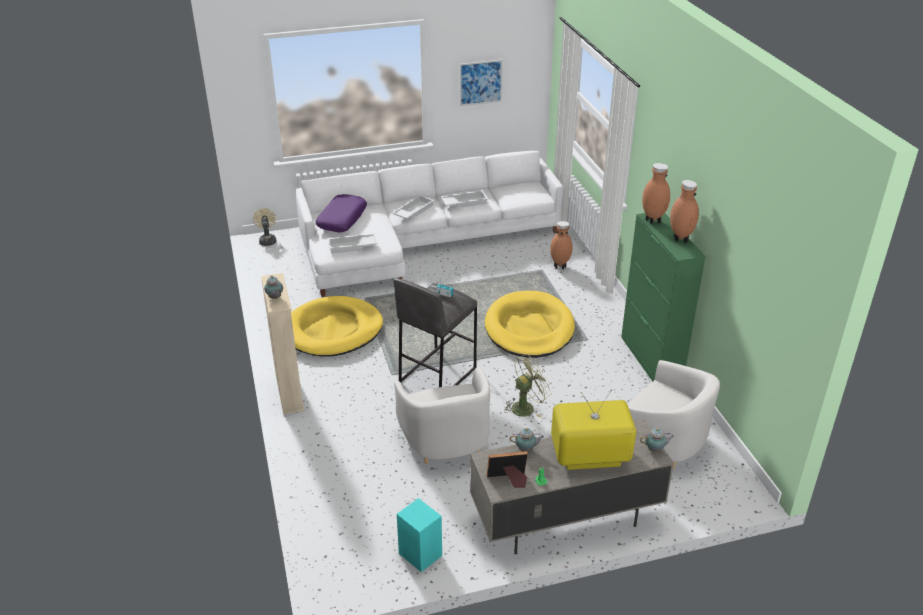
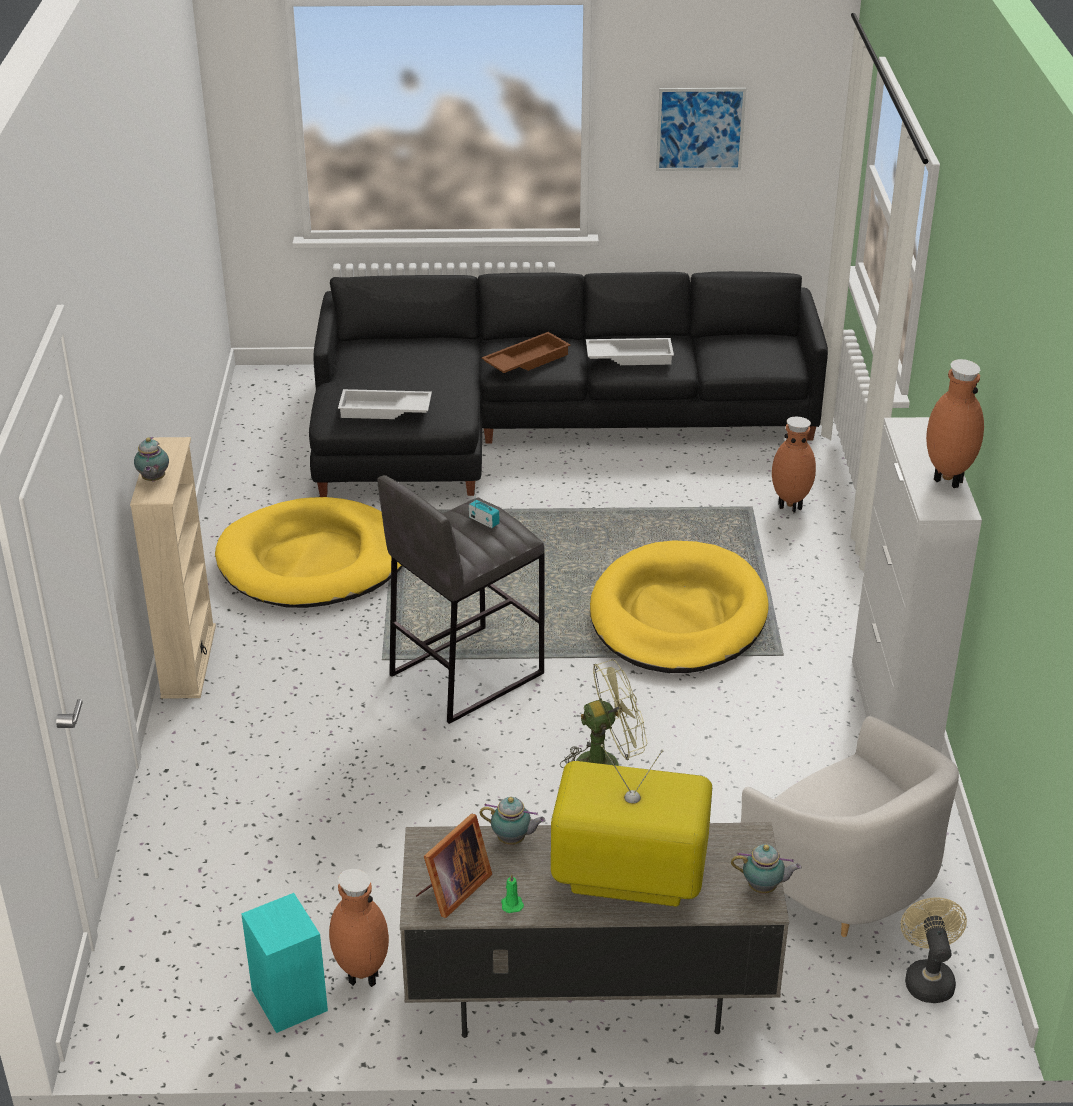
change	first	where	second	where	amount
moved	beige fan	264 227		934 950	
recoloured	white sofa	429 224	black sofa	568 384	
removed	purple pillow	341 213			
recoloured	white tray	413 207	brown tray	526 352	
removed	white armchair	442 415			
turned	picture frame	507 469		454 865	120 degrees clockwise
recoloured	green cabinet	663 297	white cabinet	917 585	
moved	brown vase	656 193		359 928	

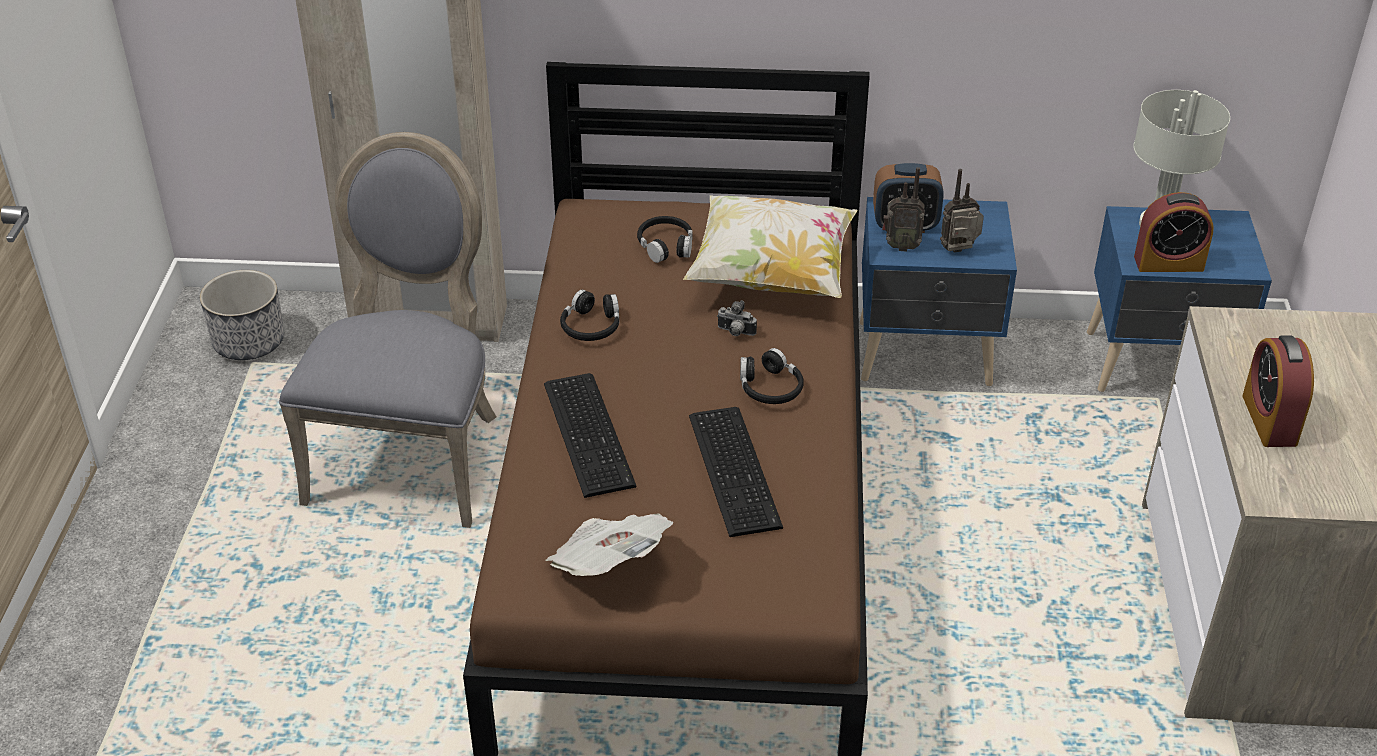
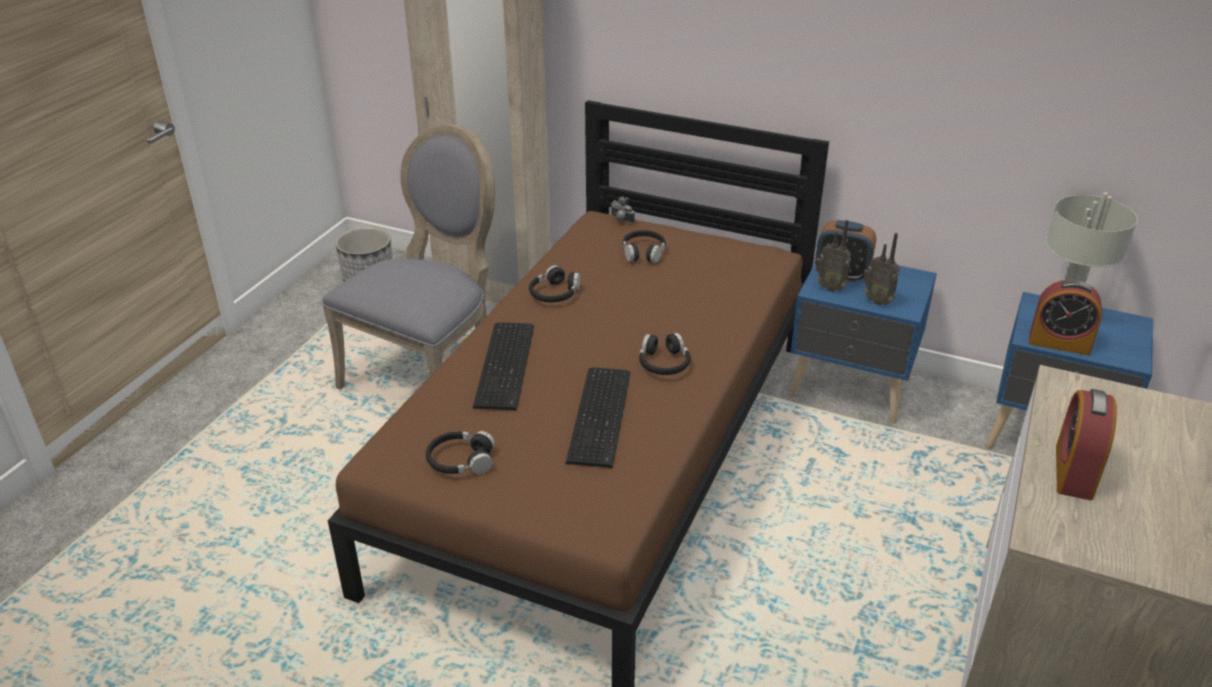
change	first	where	second	where	amount
replaced	newspaper	609 545	black headphones	460 452	
removed	pillow	770 246			
moved	photo camera	737 318		623 209	
turned	radio	962 210		881 269	150 degrees counterclockwise

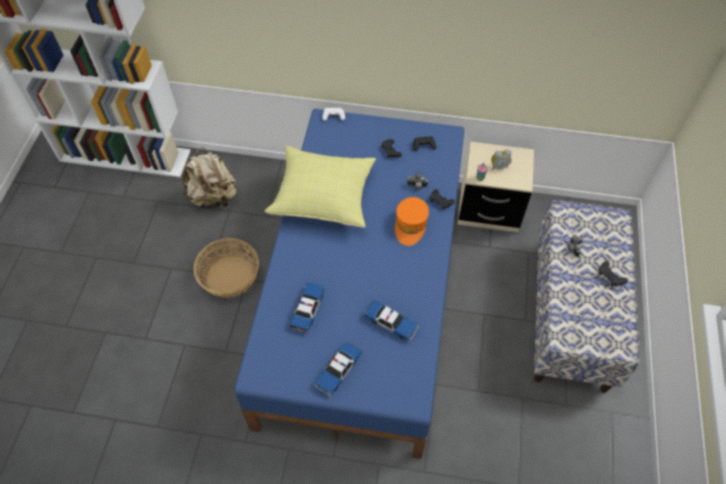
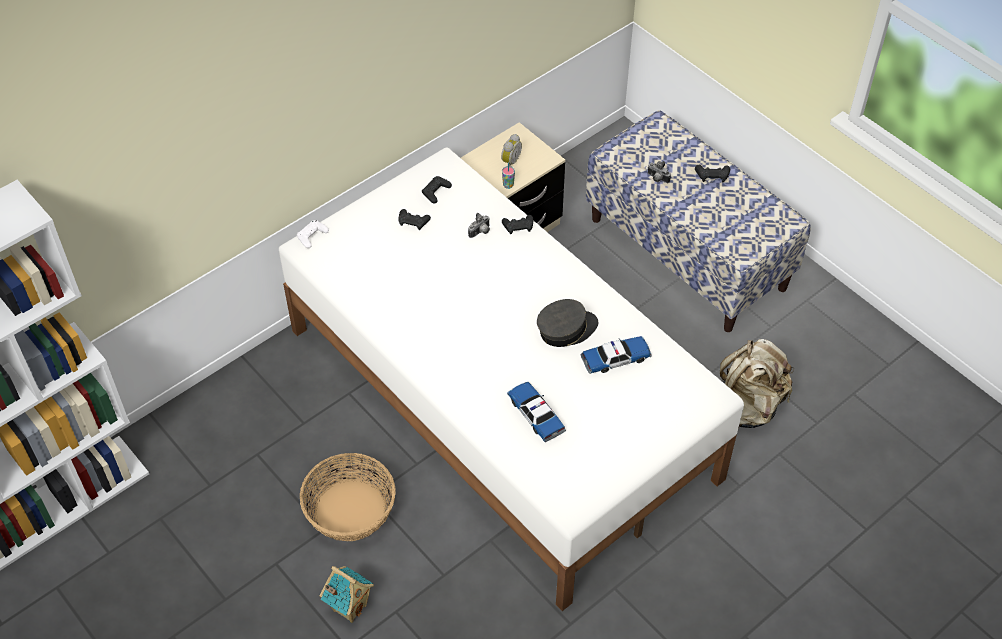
change	first	where	second	where	amount
moved	beige backpack	209 177		757 384	
recoloured	blue bed	349 284	white bed	511 379	
removed	yellow pillow	320 187			
removed	toy car	338 368			
removed	orange cap	412 221			
added			toy house	346 594	
added			grey cap	567 323	

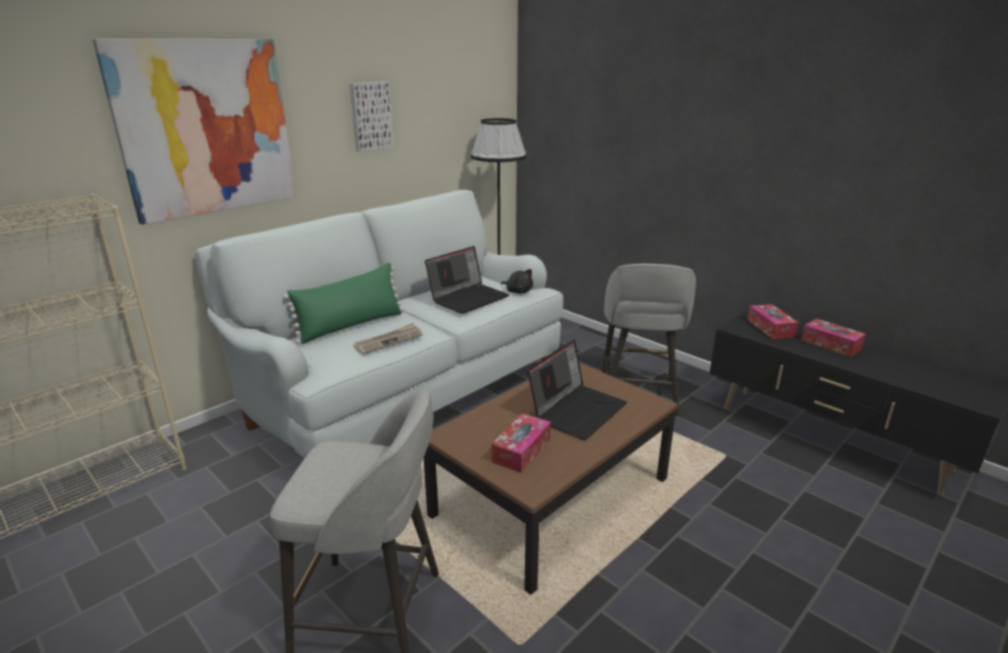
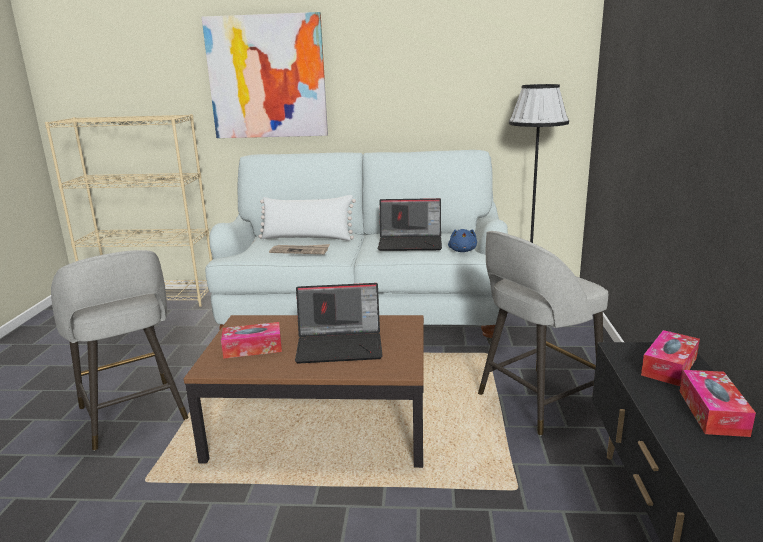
change	first	where	second	where	amount
recoloured	green pillow	343 303	white pillow	307 218	
removed	picture	372 116			
recoloured	black plush toy	517 281	blue plush toy	462 240	

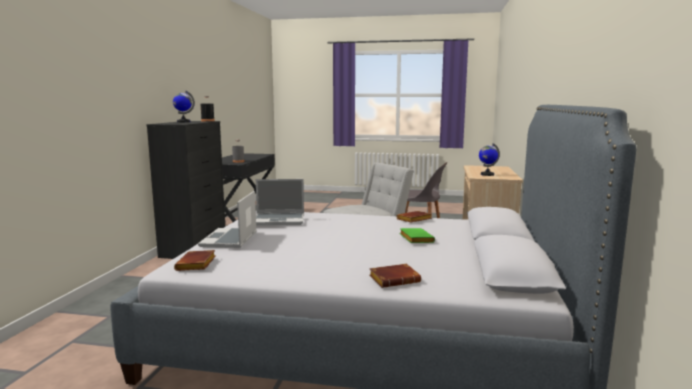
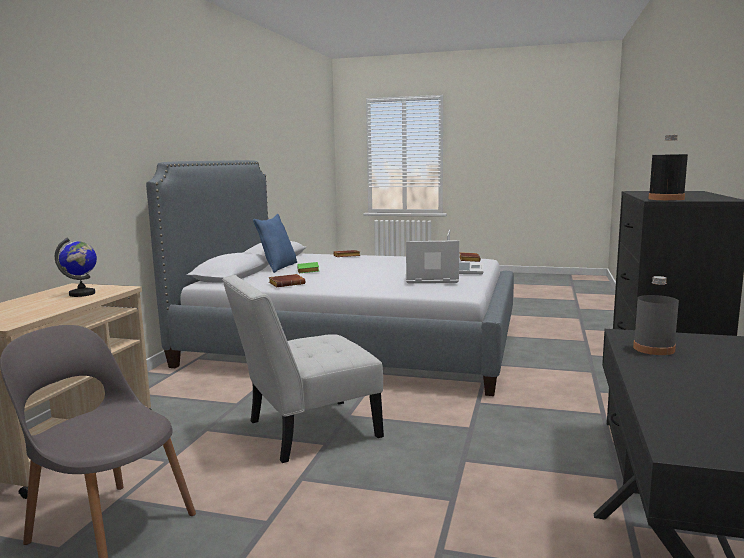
change	first	where	second	where	amount
removed	globe	184 106			
added			blue pillow	275 243	

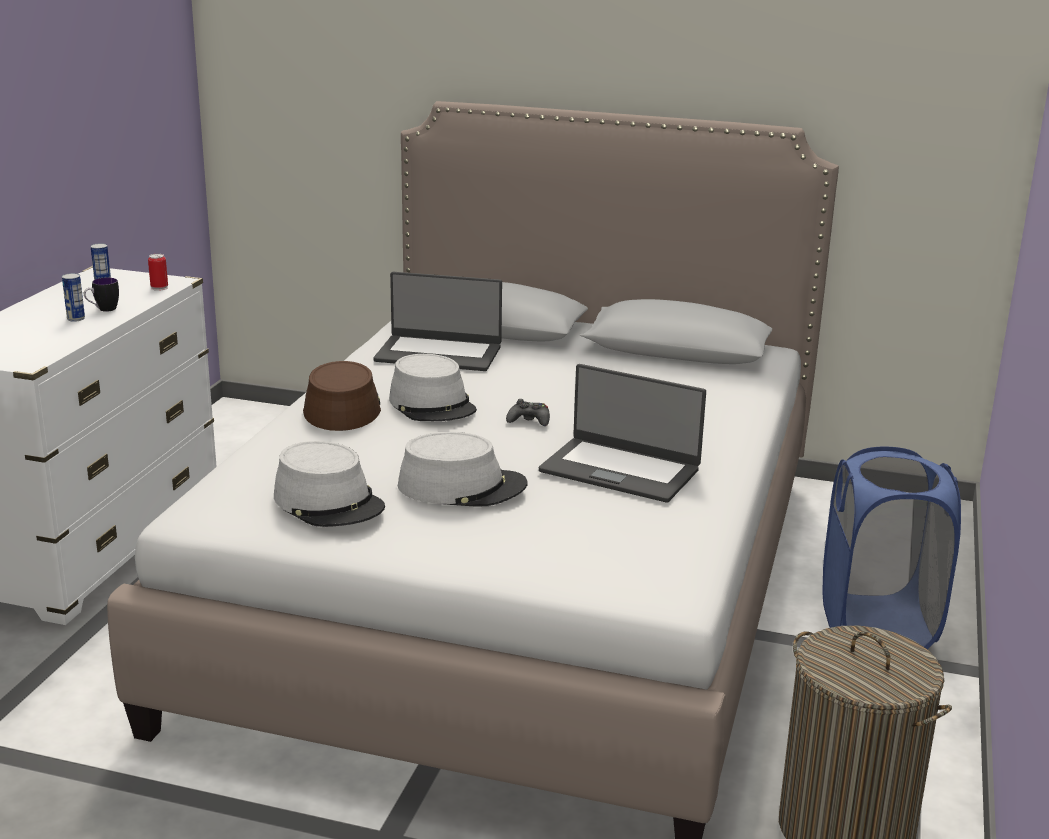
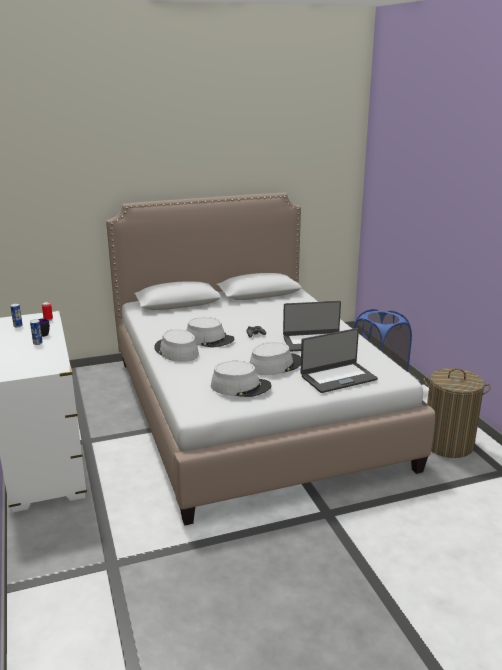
change	first	where	second	where	amount
recoloured	brown hat	342 396	grey hat	176 345	
moved	laptop	438 321		339 360	

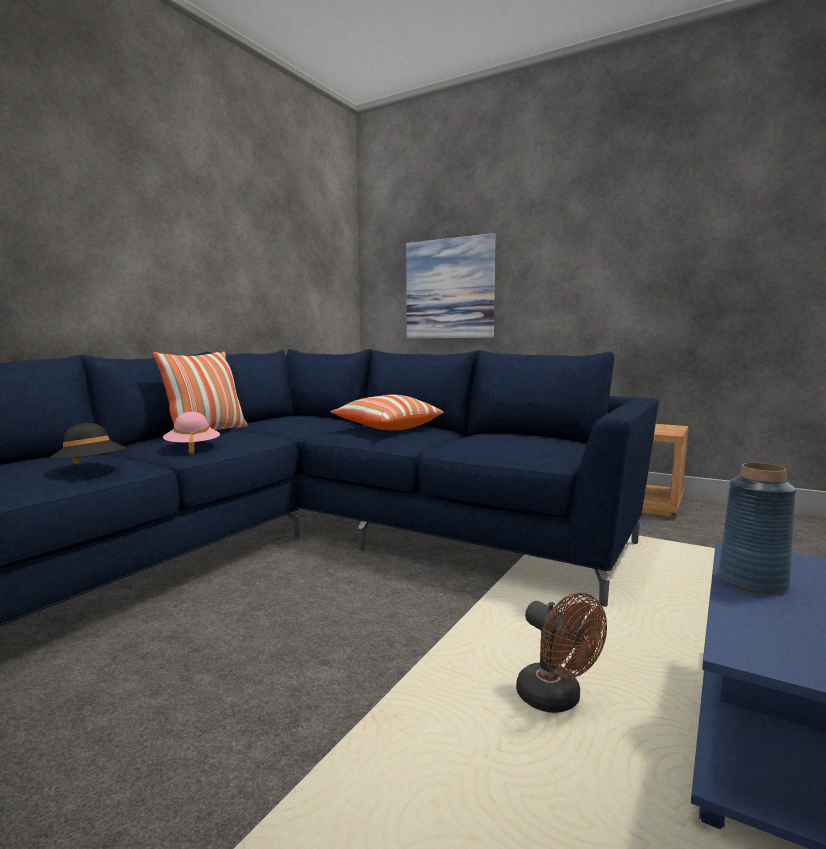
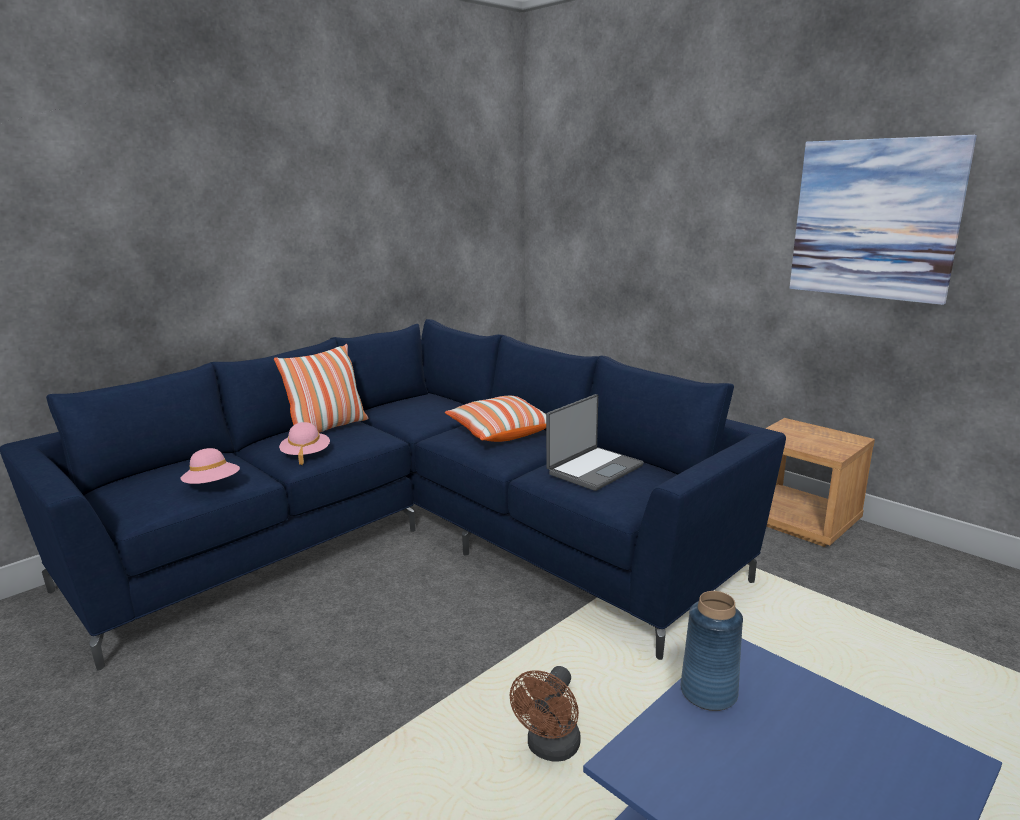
change	first	where	second	where	amount
recoloured	black hat	88 443	pink hat	210 466	
moved	picture	451 285		883 220	
turned	brown fan	561 653		545 714	45 degrees clockwise
added			laptop	595 442	

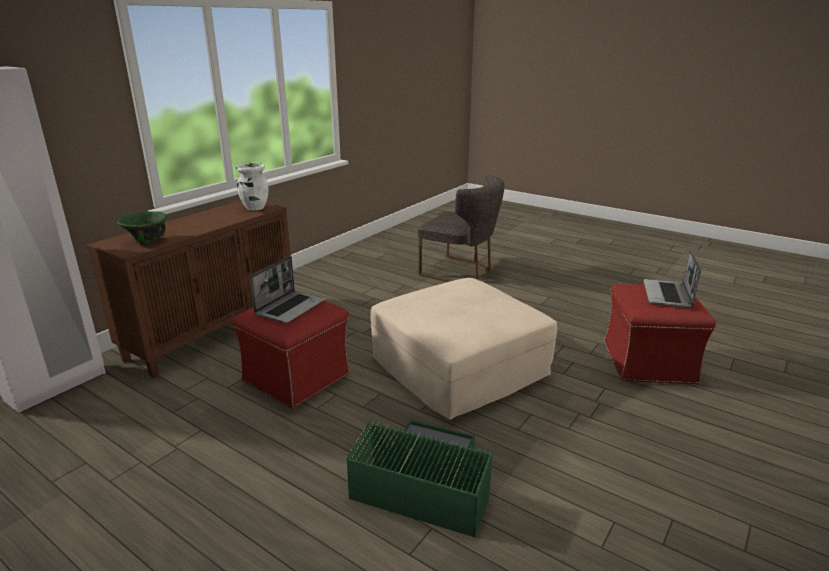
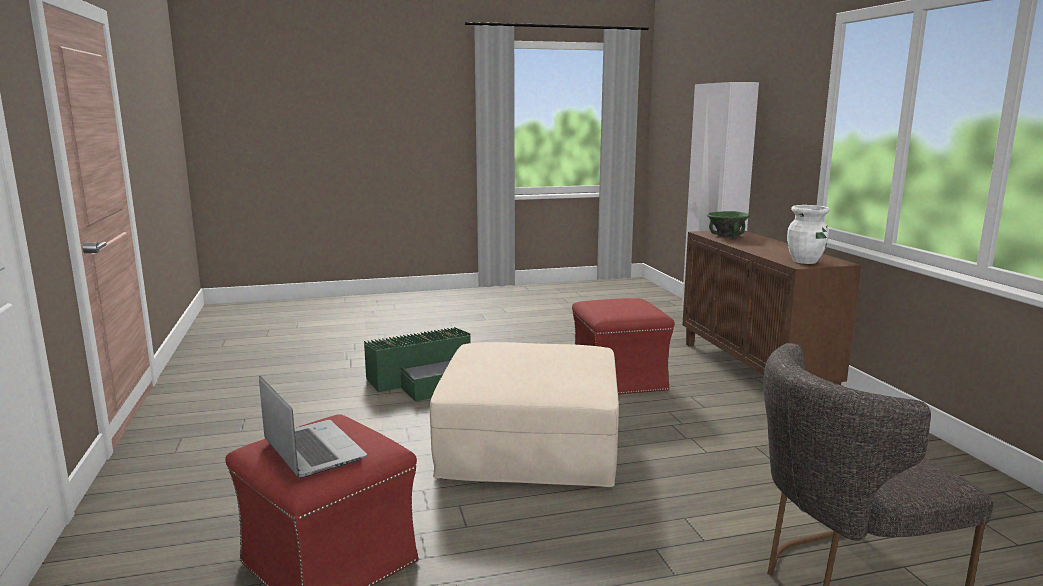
change	first	where	second	where	amount
removed	laptop	287 289			

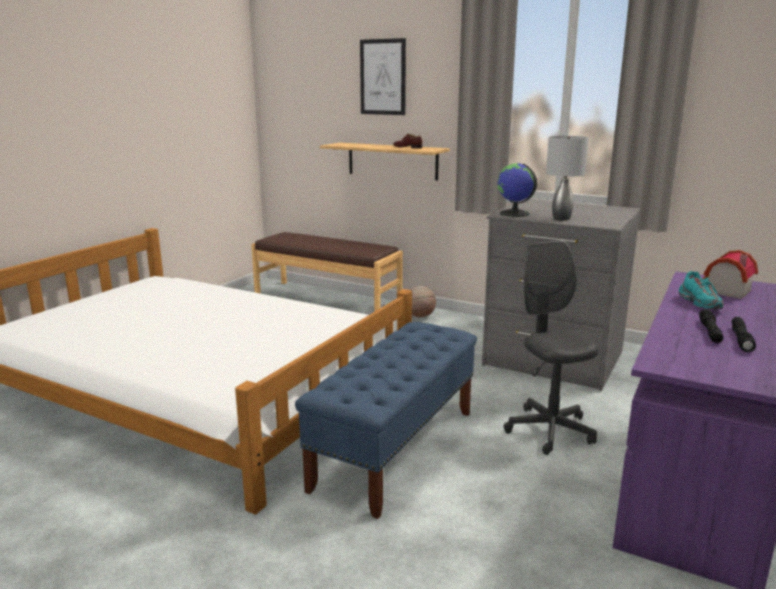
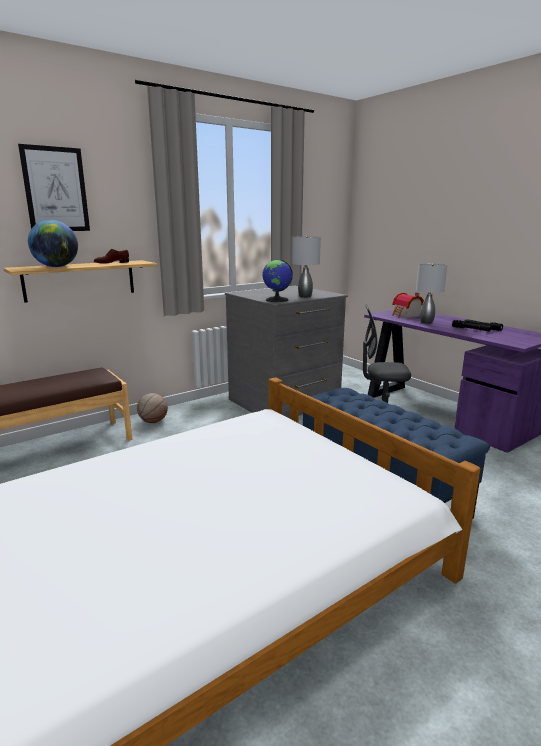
change	first	where	second	where	amount
replaced	turquoise shoe	701 290	grey table lamp	431 294	
added			globe	53 243	

